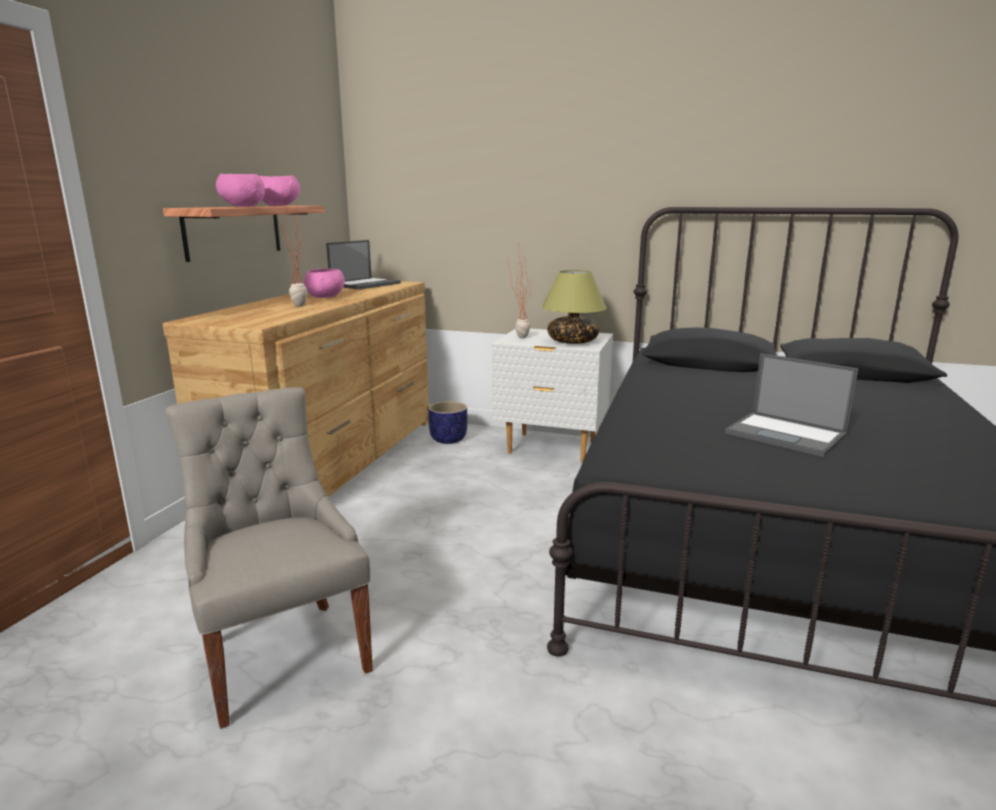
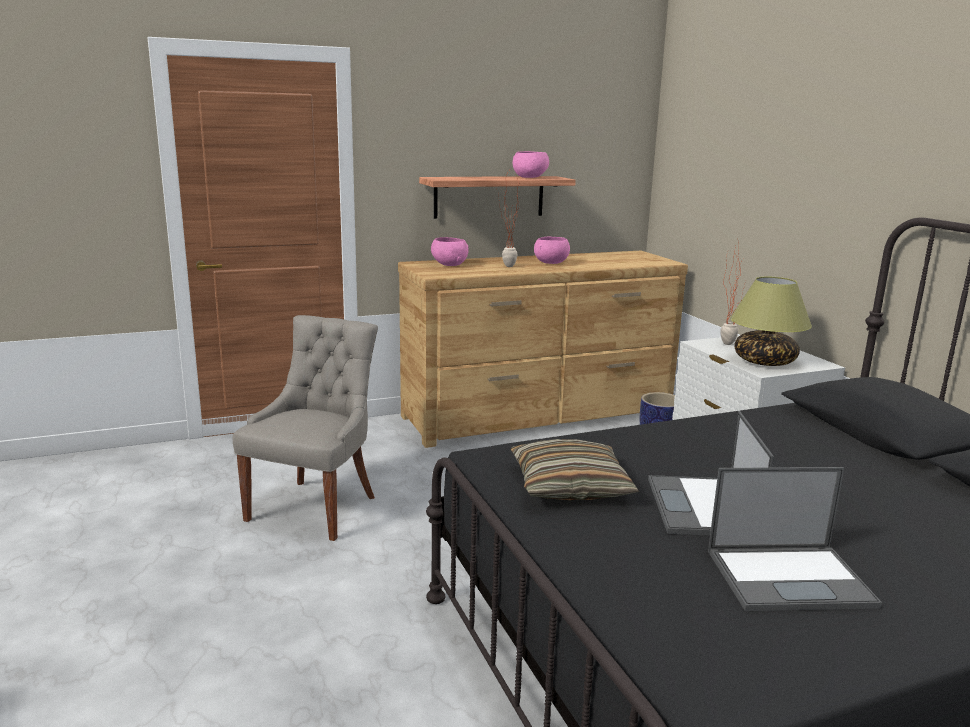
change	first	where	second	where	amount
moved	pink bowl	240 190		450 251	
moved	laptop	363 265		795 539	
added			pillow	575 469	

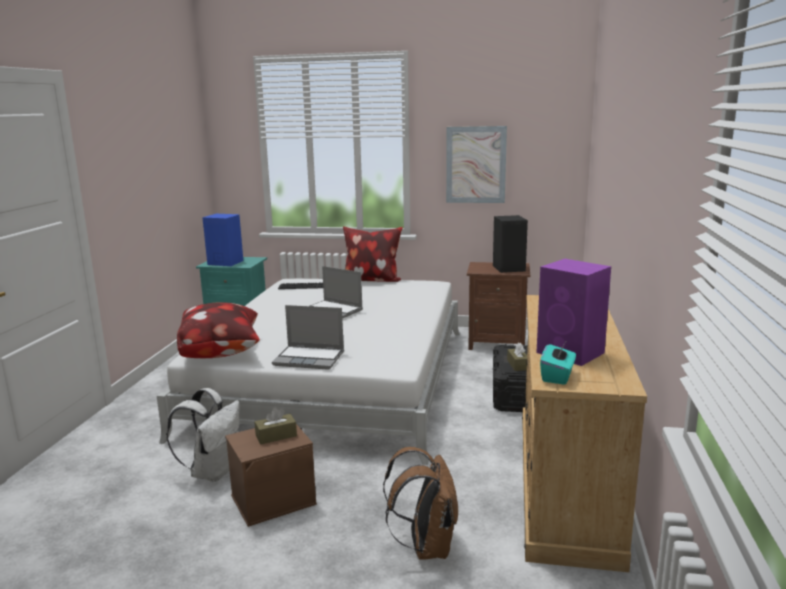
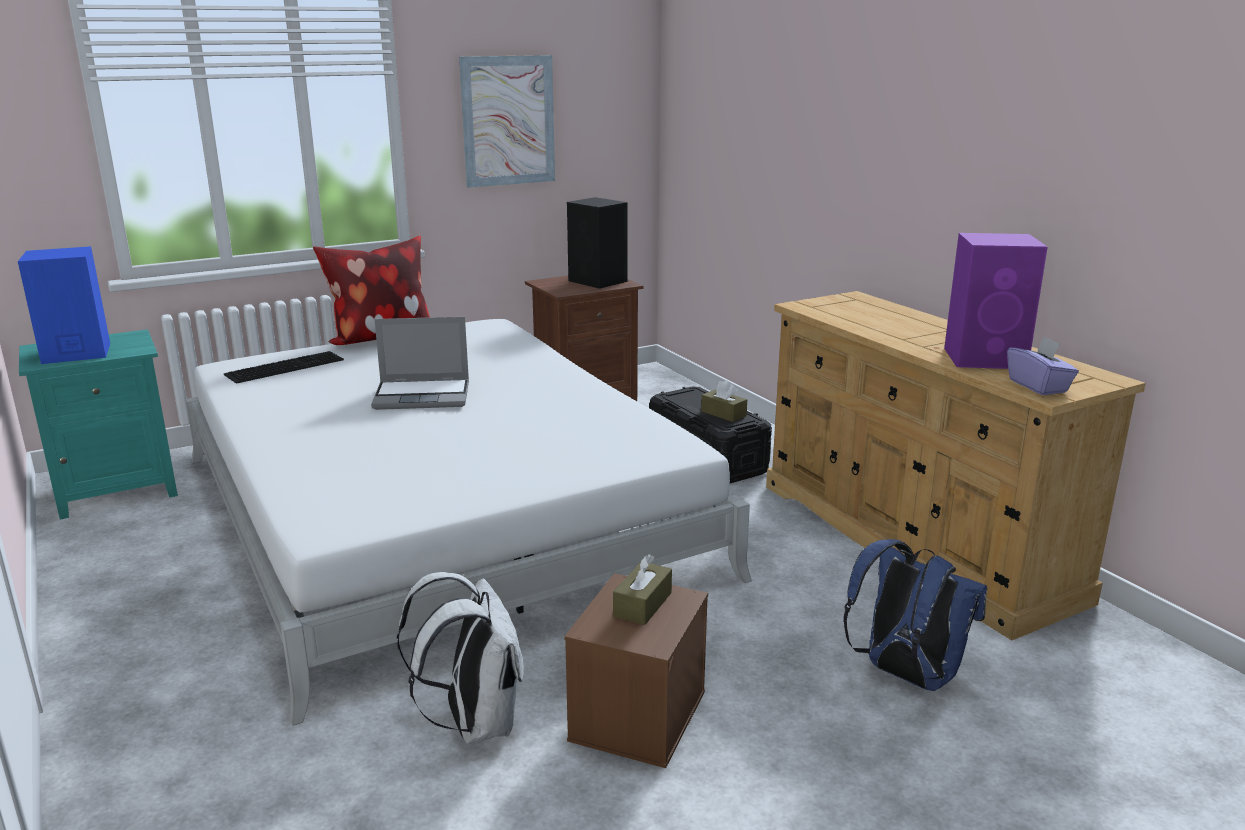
change	first	where	second	where	amount
removed	pillow	218 330			
removed	laptop	308 337			
recoloured	brown backpack	420 503	blue backpack	915 615	
recoloured	turquoise tissue box	558 363	purple tissue box	1043 365	

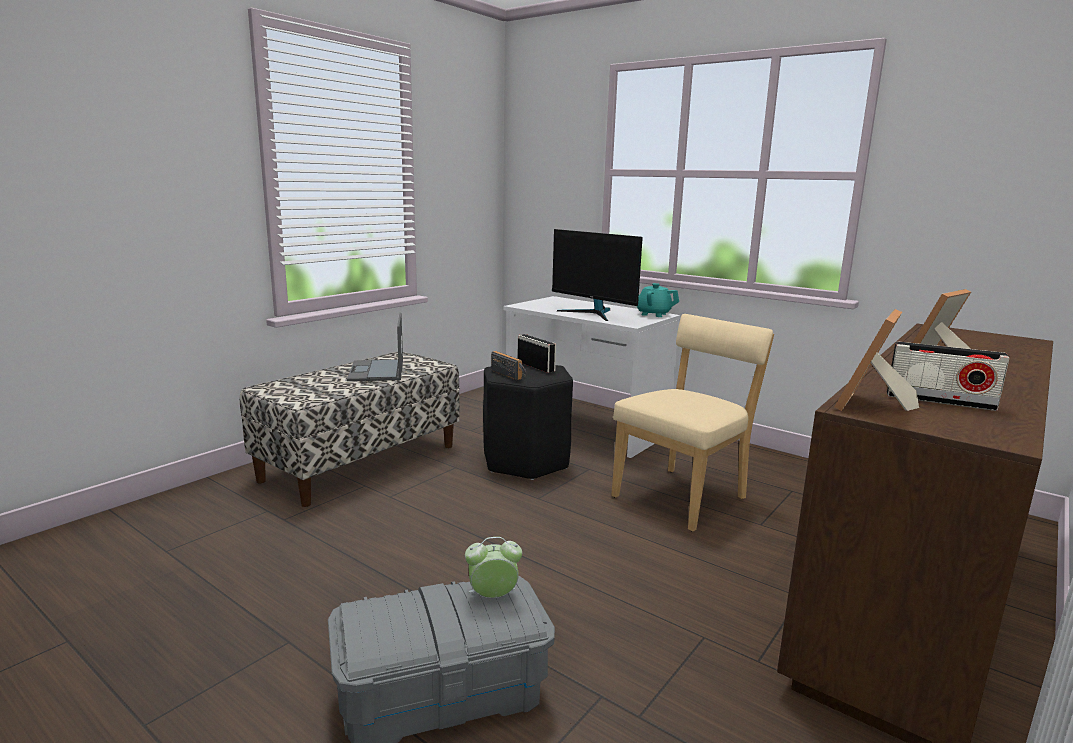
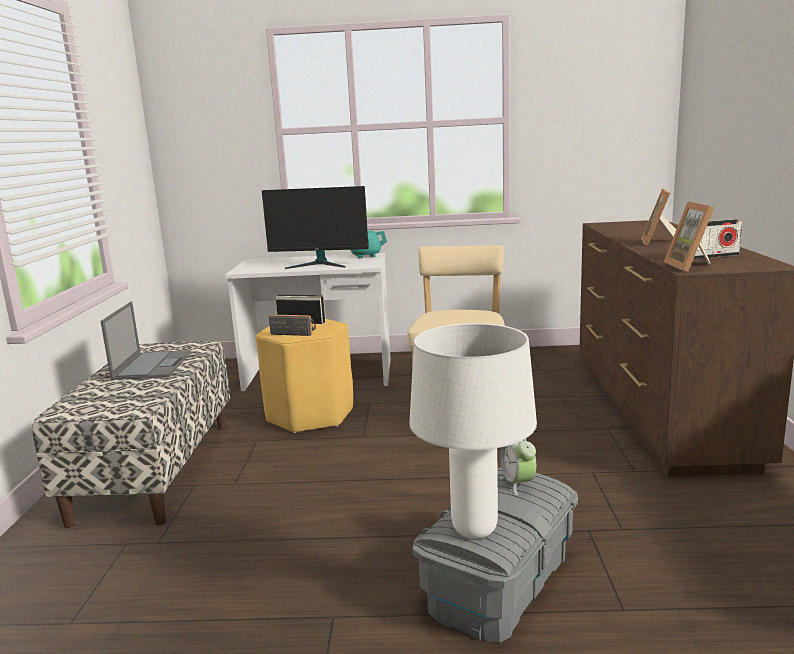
change	first	where	second	where	amount
turned	laptop	375 347		146 341	135 degrees counterclockwise
turned	alarm clock	493 567		518 467	60 degrees counterclockwise
recoloured	black stool	528 422	yellow stool	304 376	
added			white table lamp	473 431	

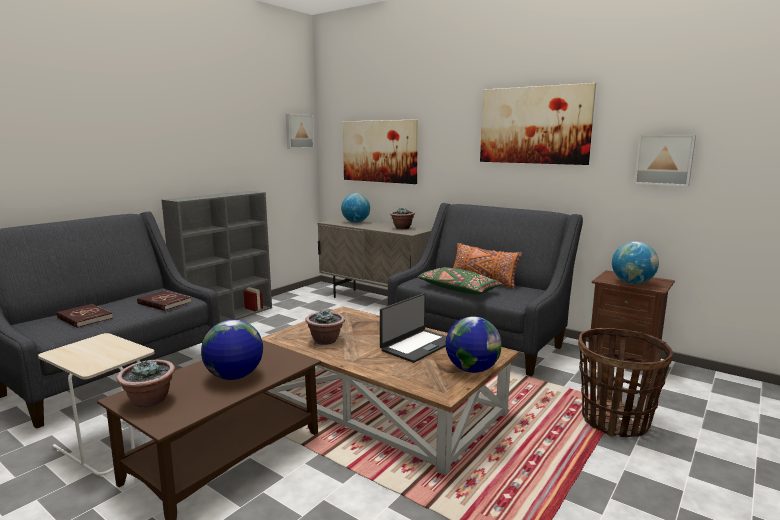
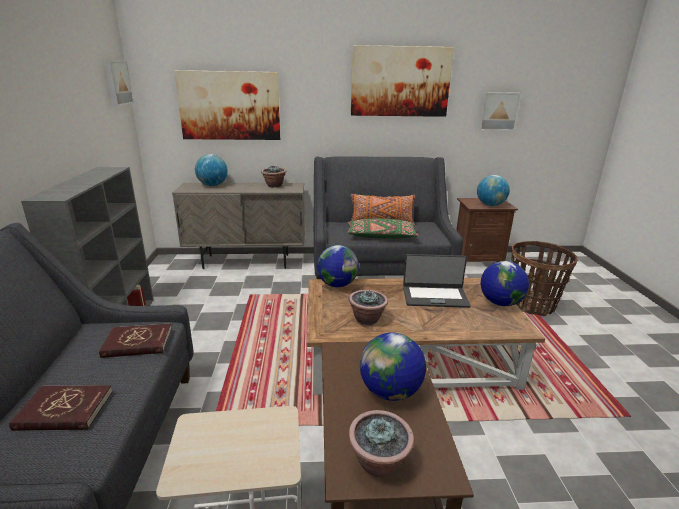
change	first	where	second	where	amount
turned	laptop	413 328		437 281	90 degrees clockwise
added			globe	338 266	

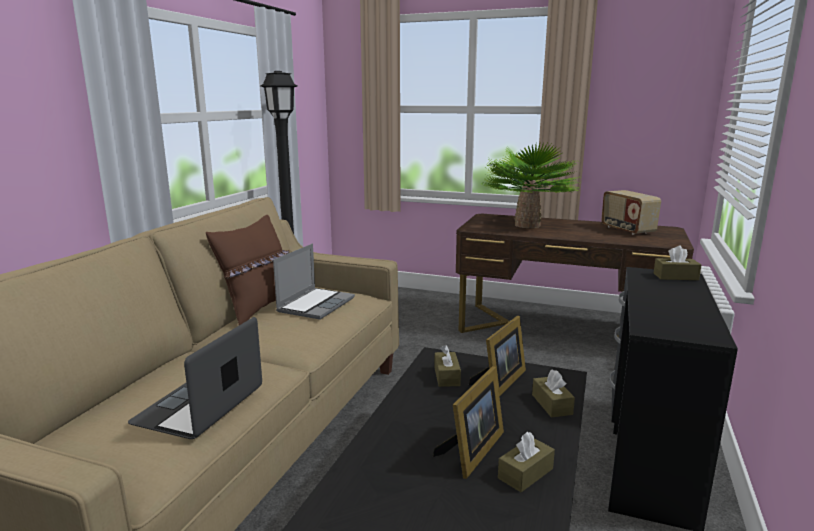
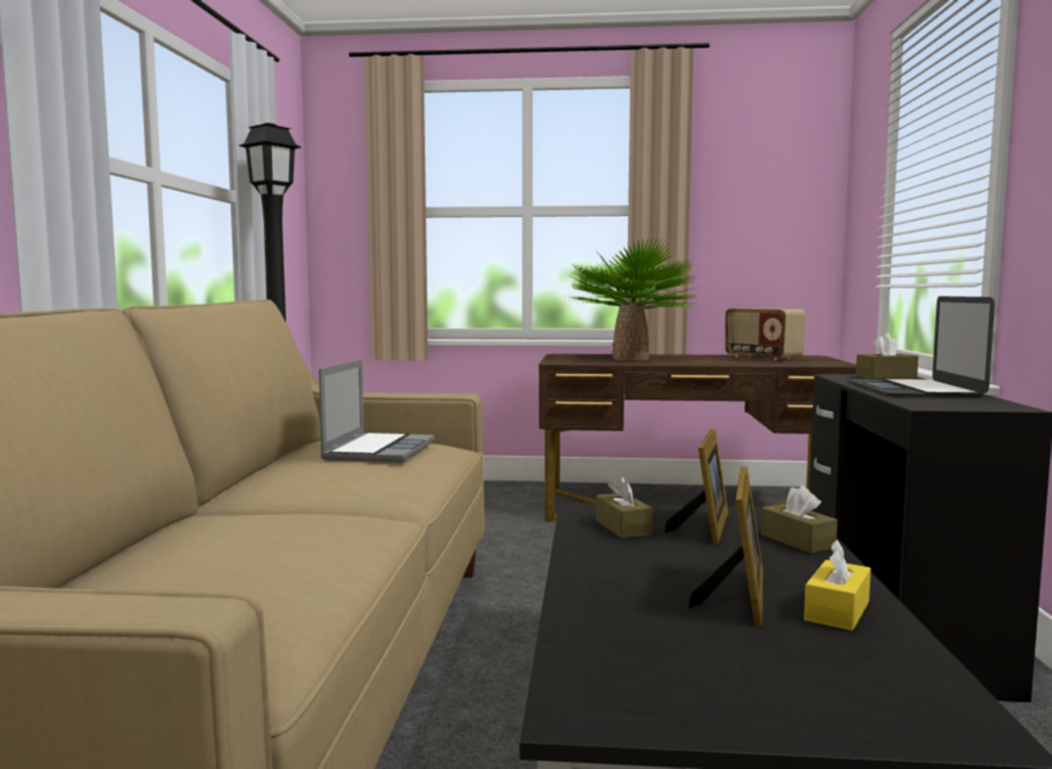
change	first	where	second	where	amount
moved	laptop	195 378		921 346	
removed	brown pillow	247 270			
recoloured	brown tissue box	526 462	yellow tissue box	837 585	

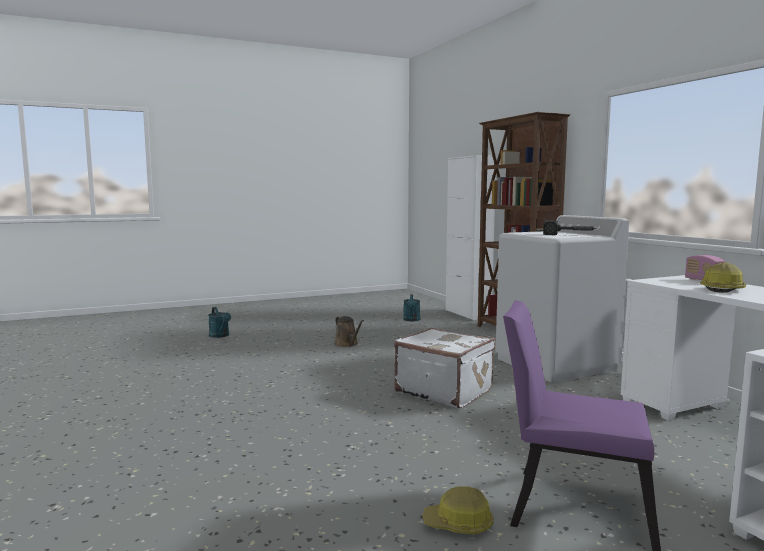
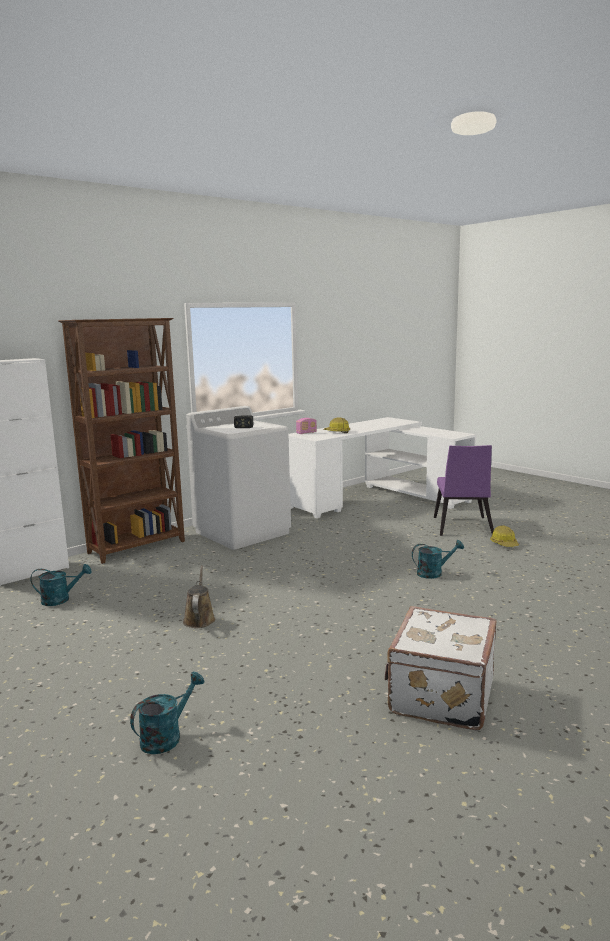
change	first	where	second	where	amount
turned	brown watering can	349 331		199 596	45 degrees counterclockwise
moved	white suitcase	444 368		440 668	
added			turquoise watering can	438 559	

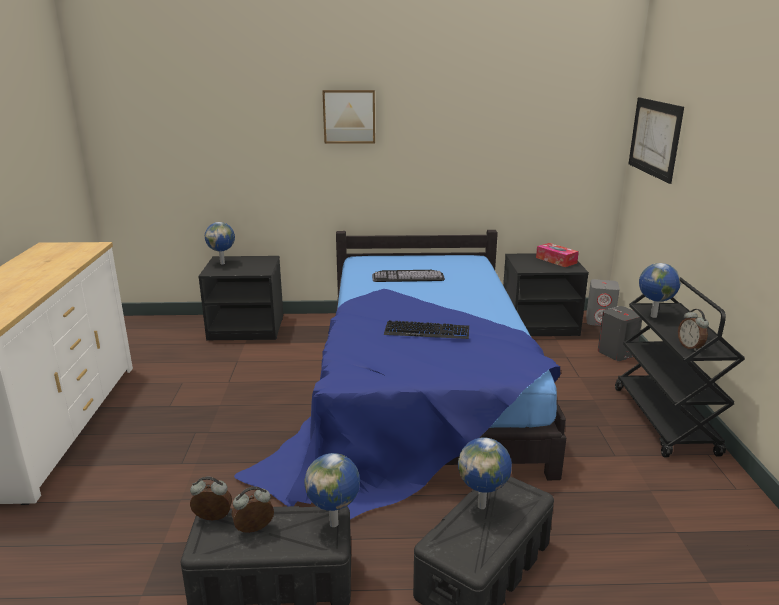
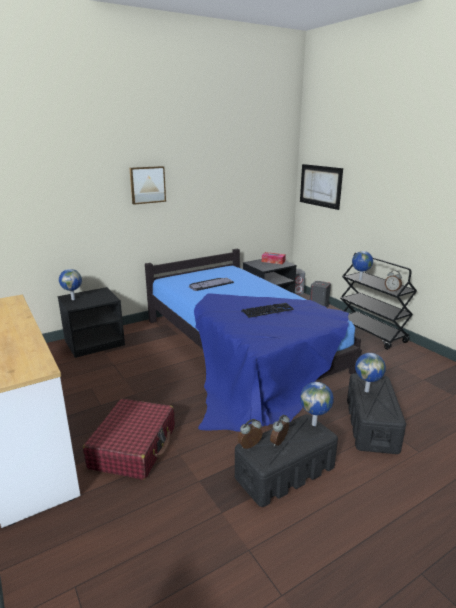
change	first	where	second	where	amount
added			red suitcase	129 439	

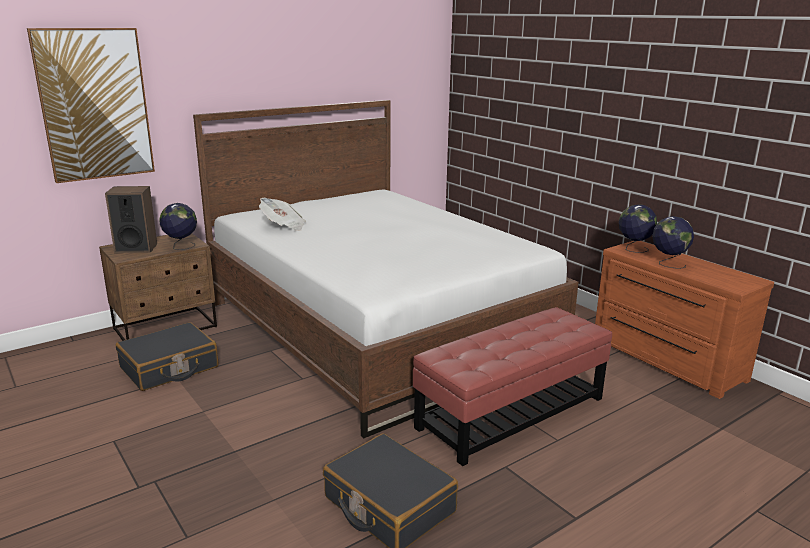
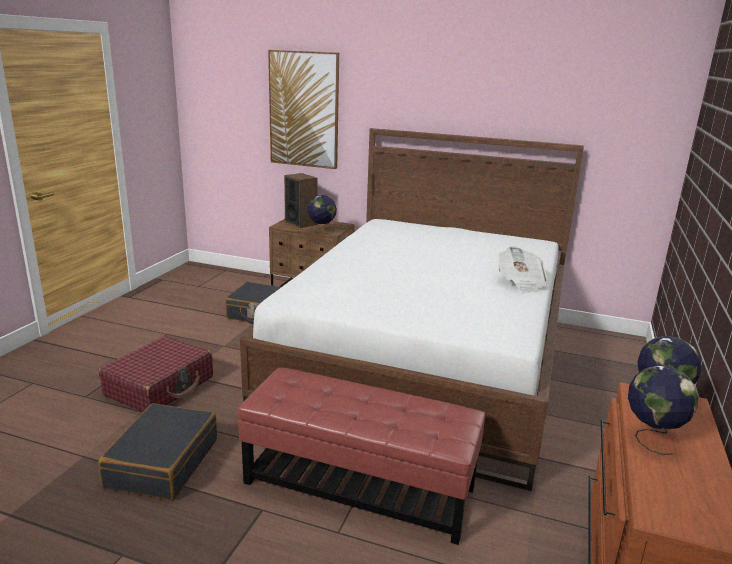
change	first	where	second	where	amount
moved	newspaper	282 214		523 269	
added			red suitcase	156 374	

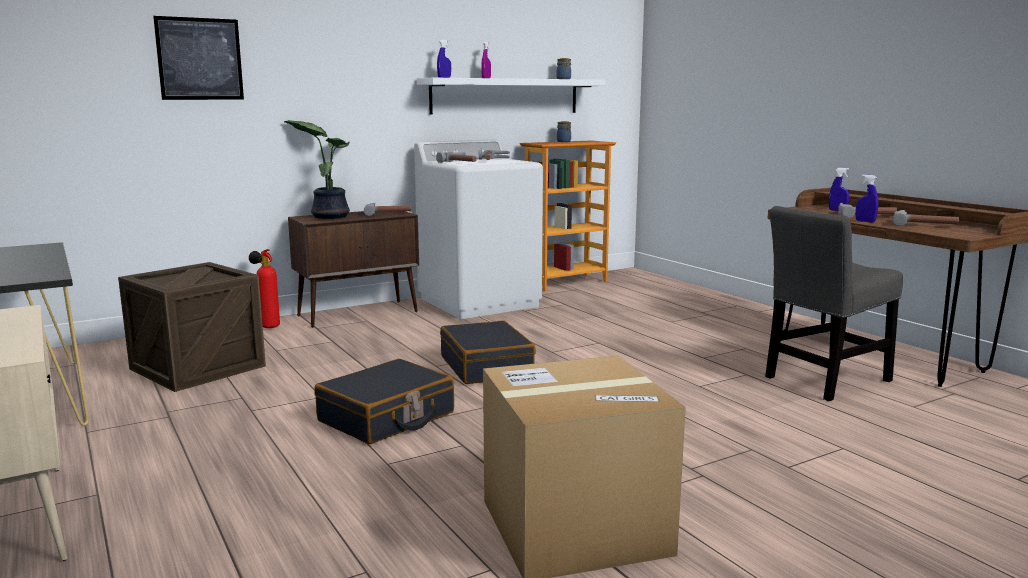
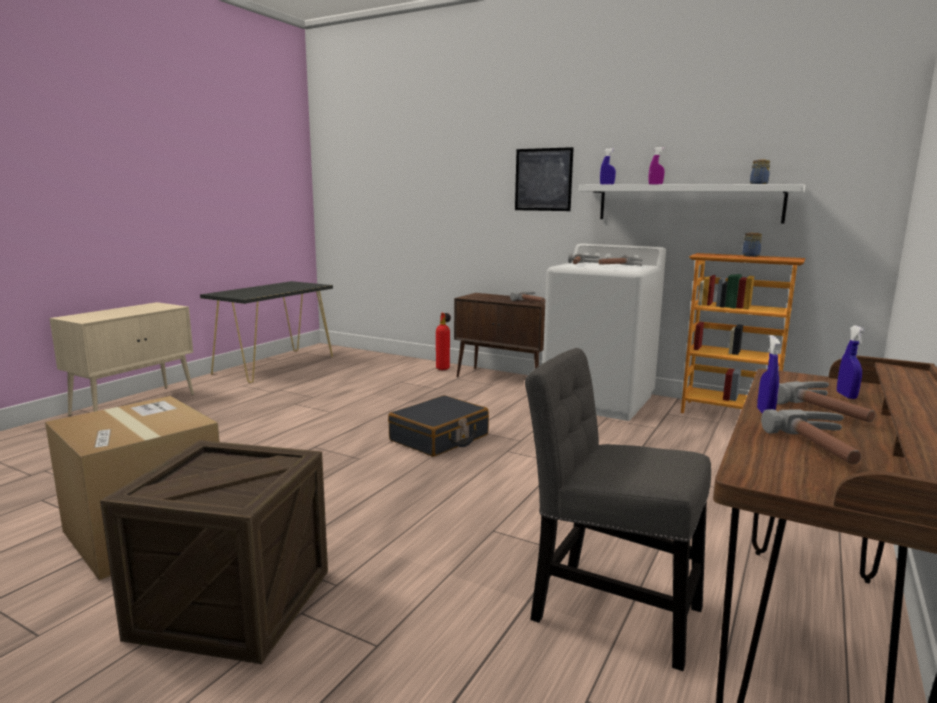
change	first	where	second	where	amount
moved	crate	192 327		214 552	
moved	picture	198 58		544 179	
removed	potted plant	317 169			
removed	black suitcase	384 401			

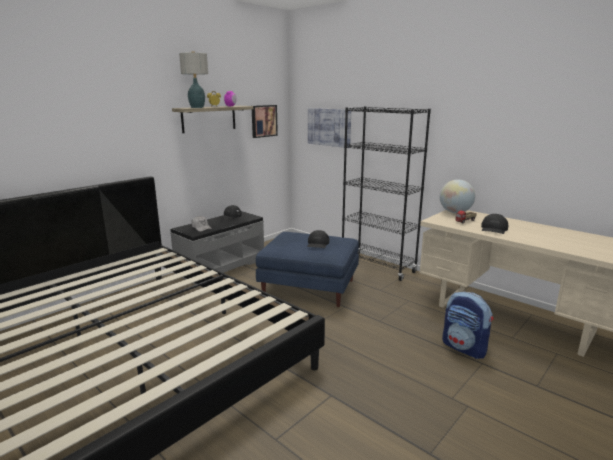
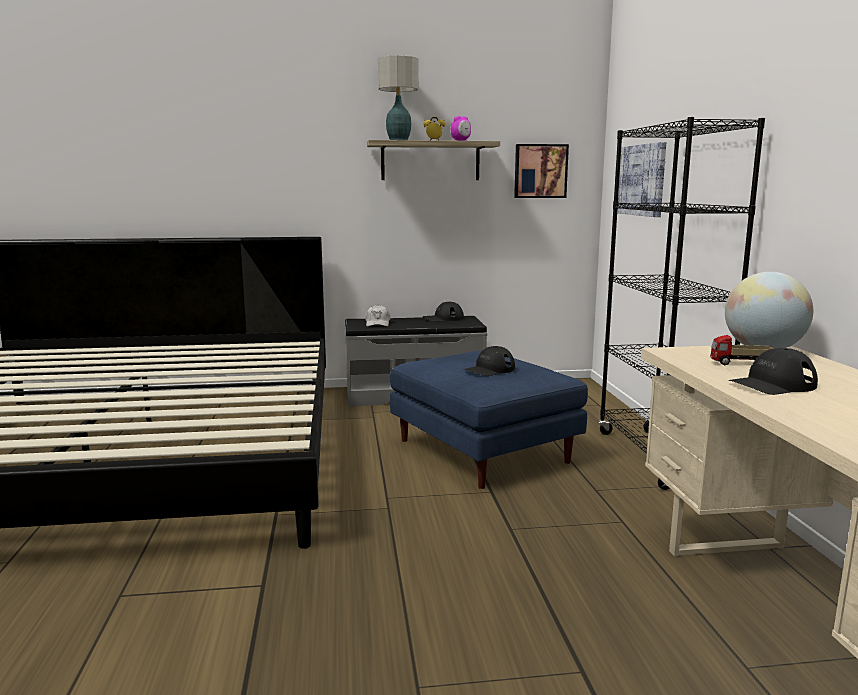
change	first	where	second	where	amount
removed	backpack	468 325			

